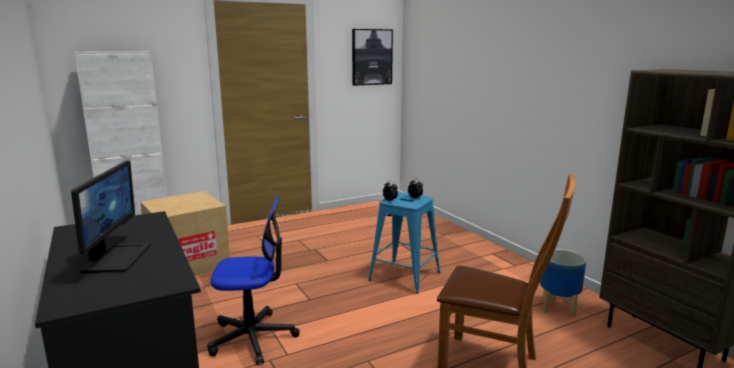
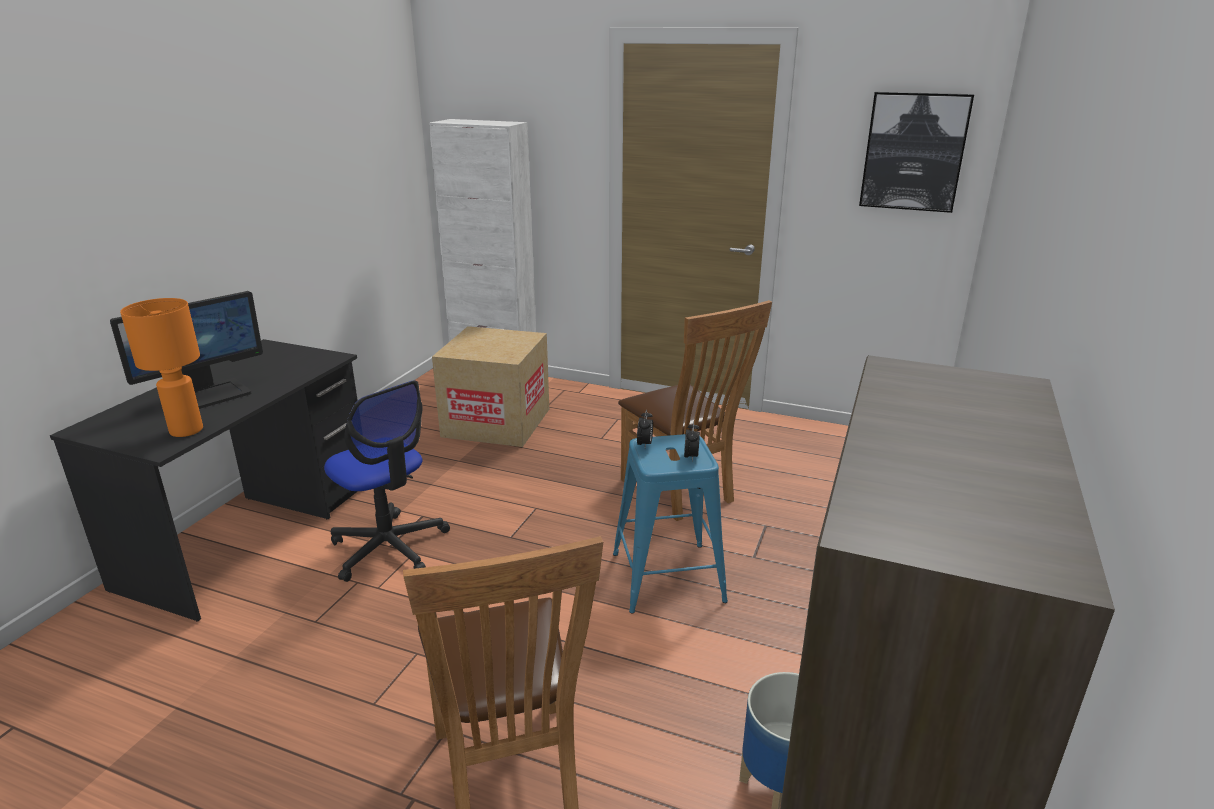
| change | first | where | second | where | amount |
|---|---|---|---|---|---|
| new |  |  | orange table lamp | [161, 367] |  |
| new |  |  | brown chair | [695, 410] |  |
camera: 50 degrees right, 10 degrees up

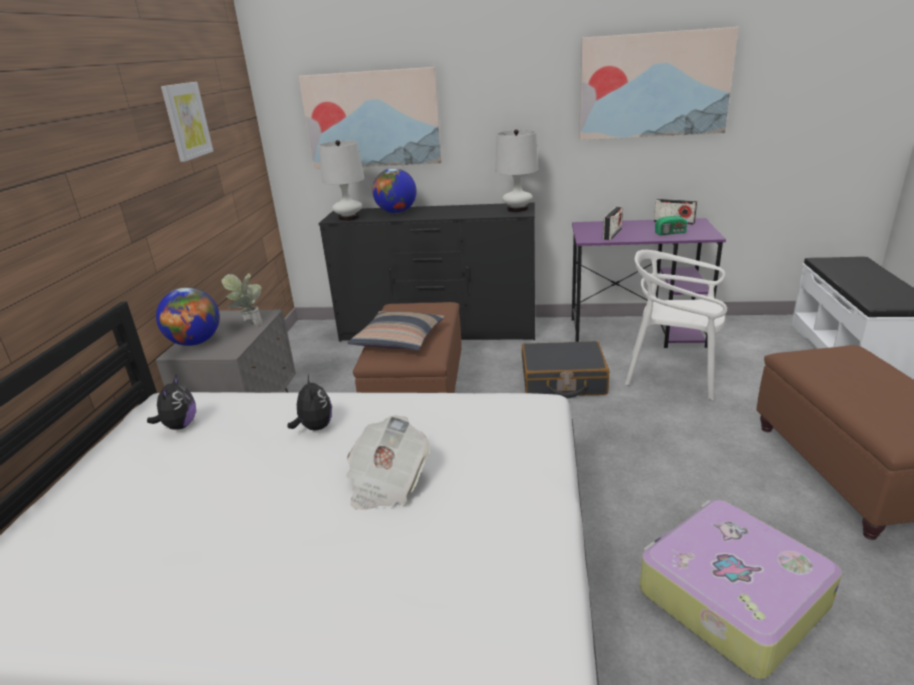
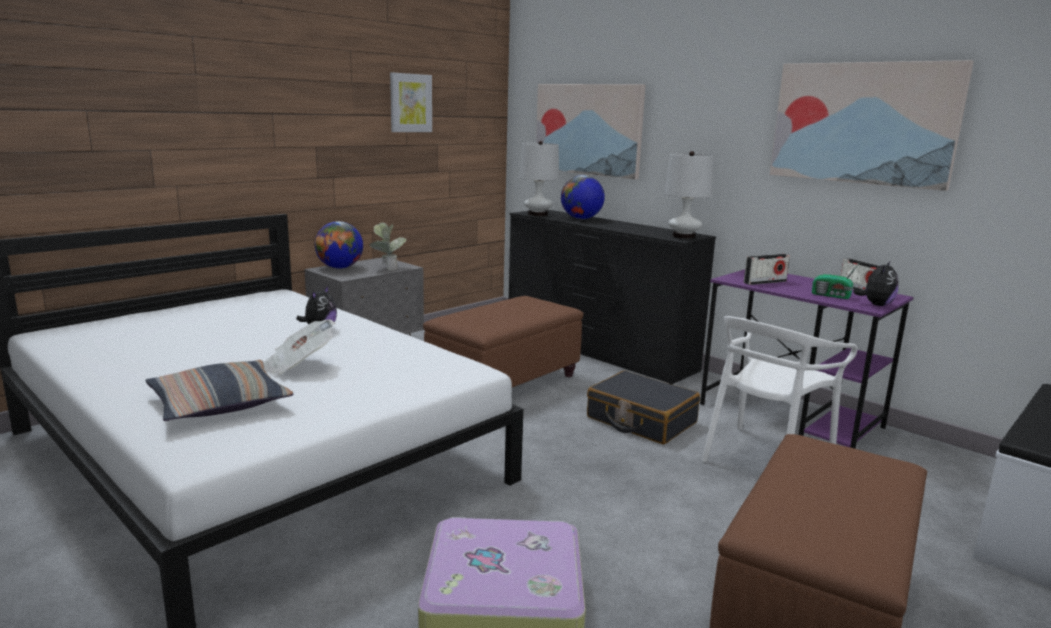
| change | first | where | second | where | amount |
|---|---|---|---|---|---|
| shifted | plush toy | [171, 402] |  | [876, 283] |  |
| shifted | pillow | [396, 331] |  | [219, 390] |  |
| rotated | white chair | [676, 325] |  | [780, 389] | 105 degrees counterclockwise |
camera: 35 degrees right, 10 degrees down

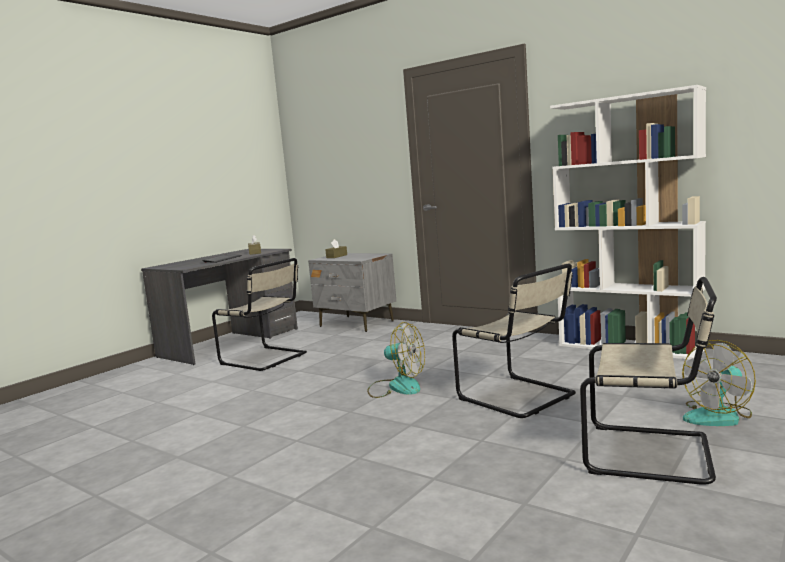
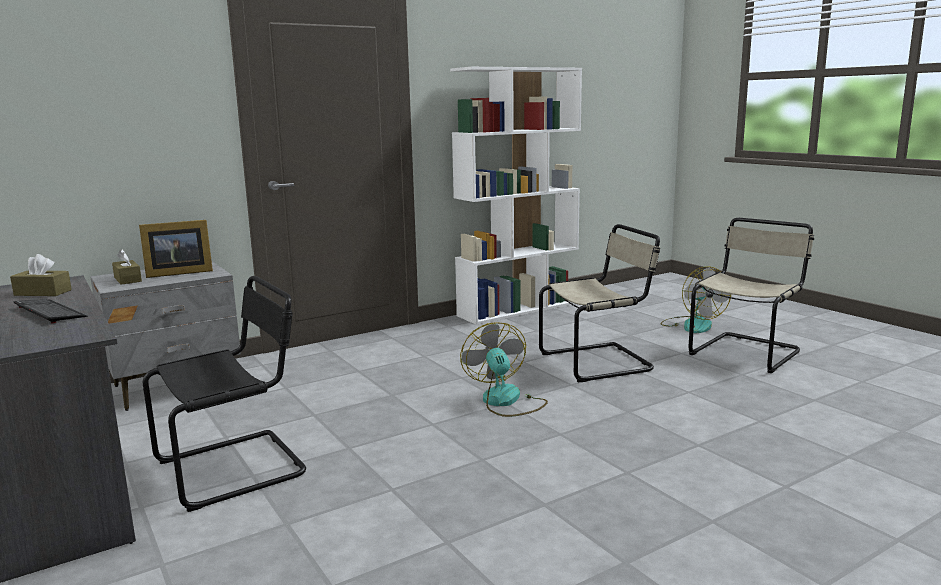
| change | first | where | second | where | amount |
|---|---|---|---|---|---|
| repainted | beige chair | [259, 314] | black chair | [224, 394] |  |
| rotated | fan | [396, 360] |  | [504, 369] | 60 degrees counterclockwise |
| new |  |  | picture frame | [176, 249] |  |
camera: 70 degrees left, 5 degrees up

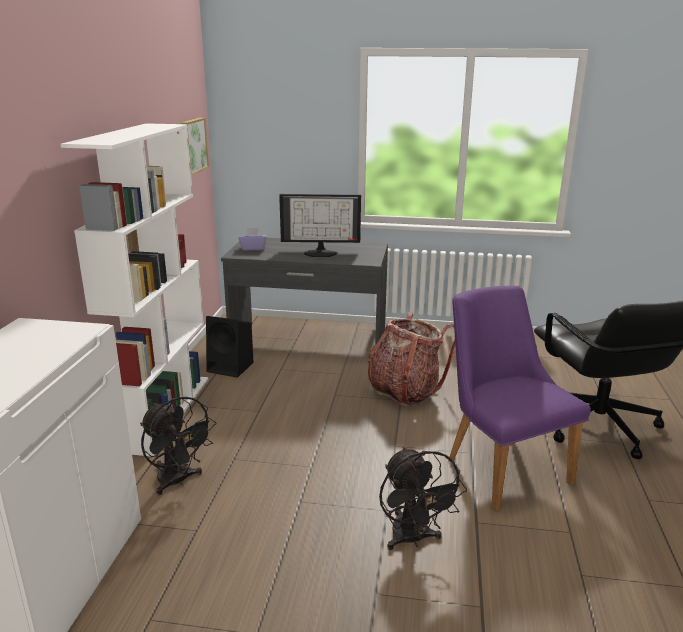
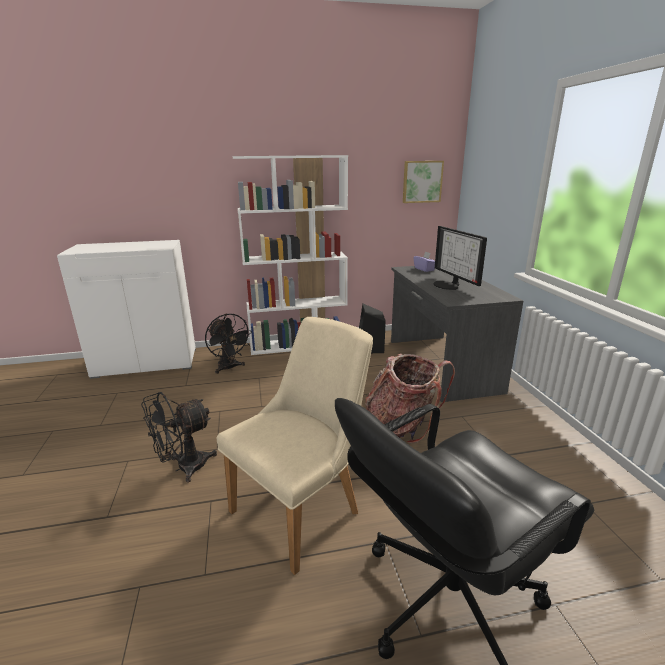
| change | first | where | second | where | amount |
|---|---|---|---|---|---|
| rotated | black fan | [178, 446] |  | [228, 344] | 60 degrees counterclockwise |
| repainted | purple chair | [519, 398] | beige chair | [295, 446] |  |
camera: 70 degrees right, 0 degrees up

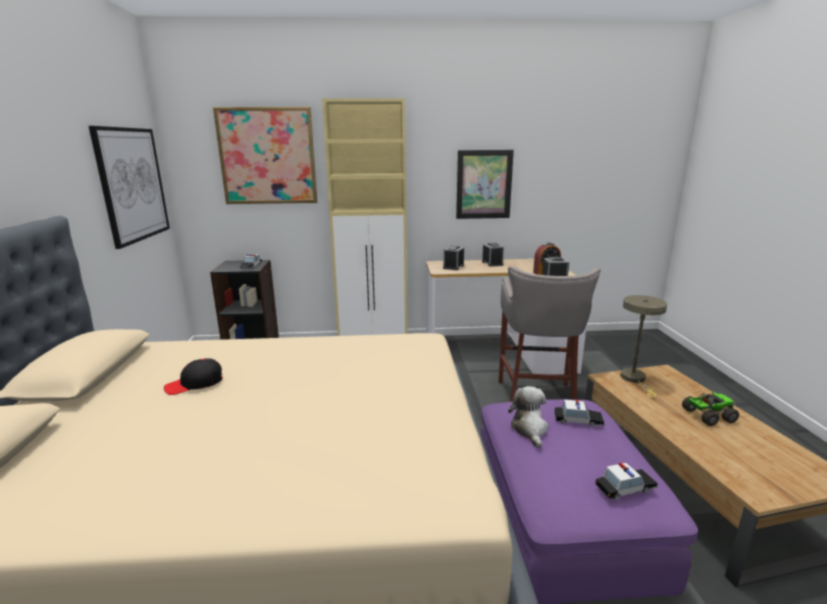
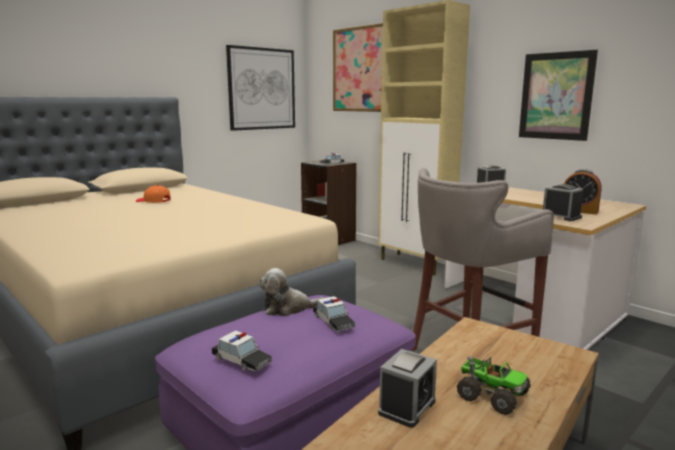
| change | first | where | second | where | amount |
|---|---|---|---|---|---|
| repainted | black cap | [193, 376] | orange cap | [153, 194] |  |
| shifted | alarm clock | [493, 255] |  | [407, 388] |  |
| rotated | plush toy | [528, 417] |  | [291, 292] | 150 degrees counterclockwise |
| gone | beige table lamp | [643, 346] |  |  |  |
camera: 50 degrees right, 5 degrees down

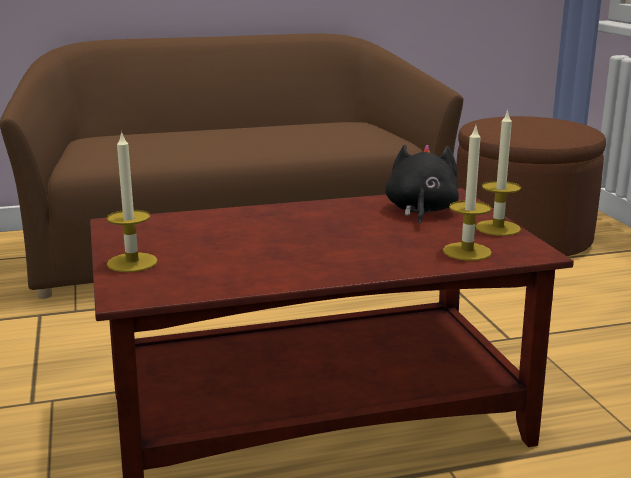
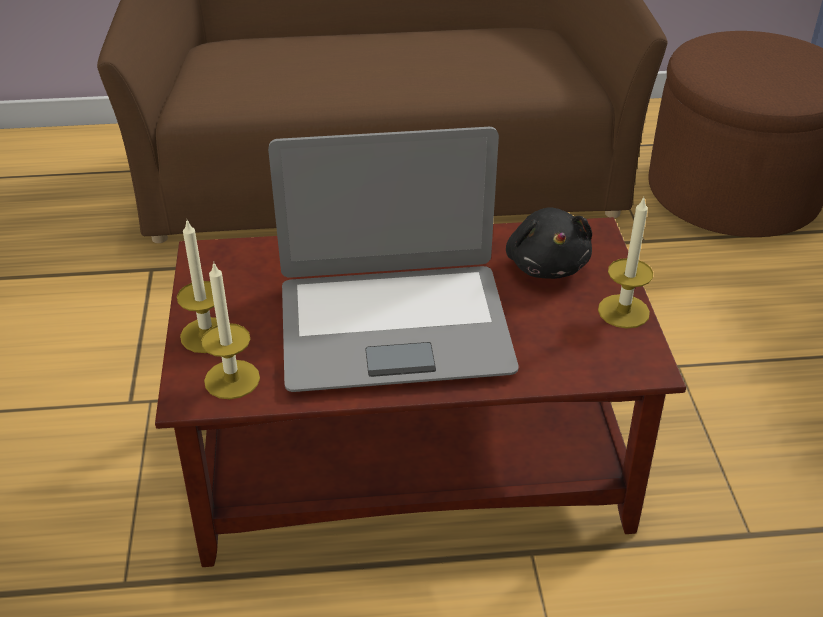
| change | first | where | second | where | amount |
|---|---|---|---|---|---|
| rotated | black plush toy | [422, 184] |  | [549, 243] | 150 degrees clockwise |
| shifted | candle | [467, 193] |  | [230, 330] |  |
| new |  |  | laptop | [393, 259] |  |
camera: 10 degrees right, 20 degrees up

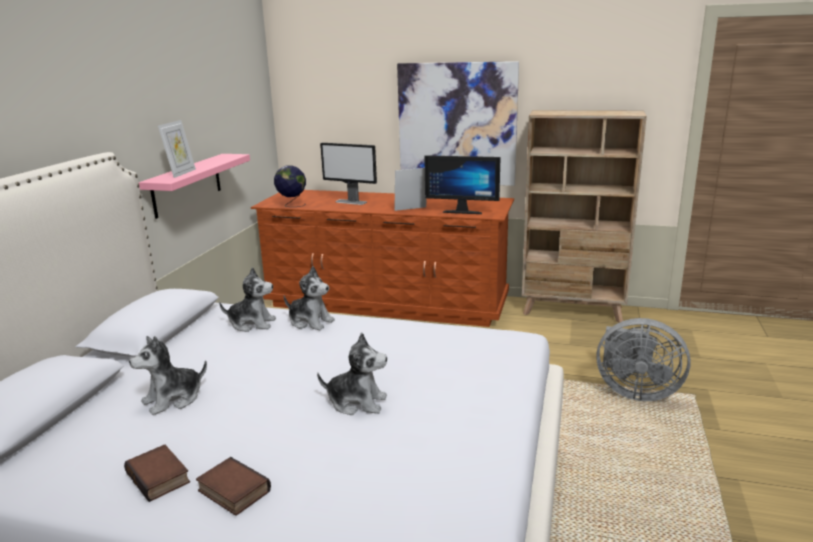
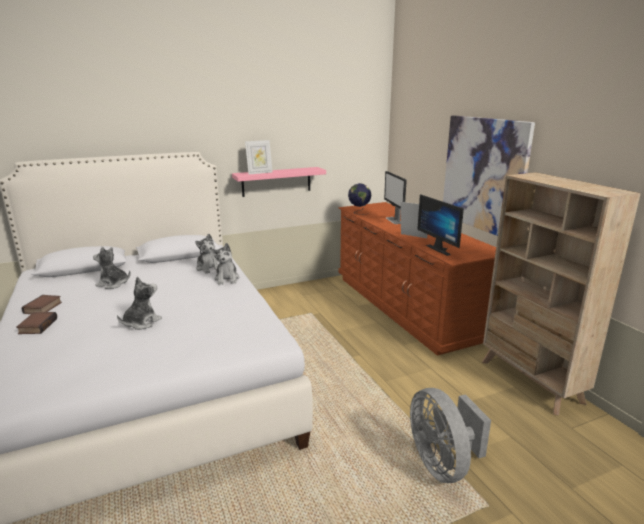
| change | first | where | second | where | amount |
|---|---|---|---|---|---|
| rotated | plush toy | [352, 374] |  | [139, 303] | 120 degrees counterclockwise |
camera: 50 degrees right, 0 degrees up

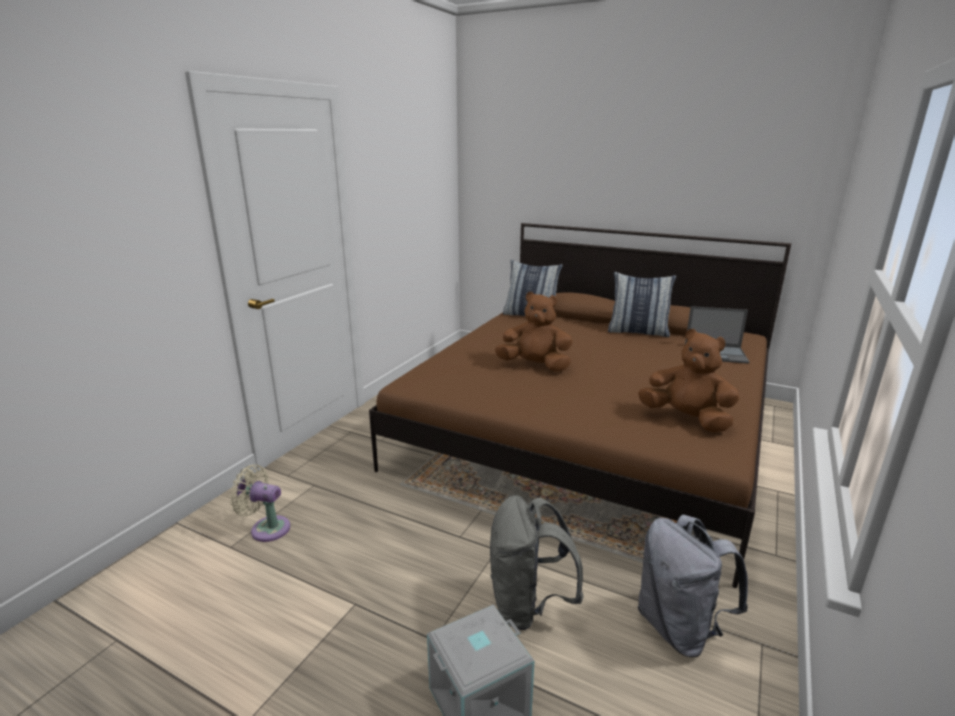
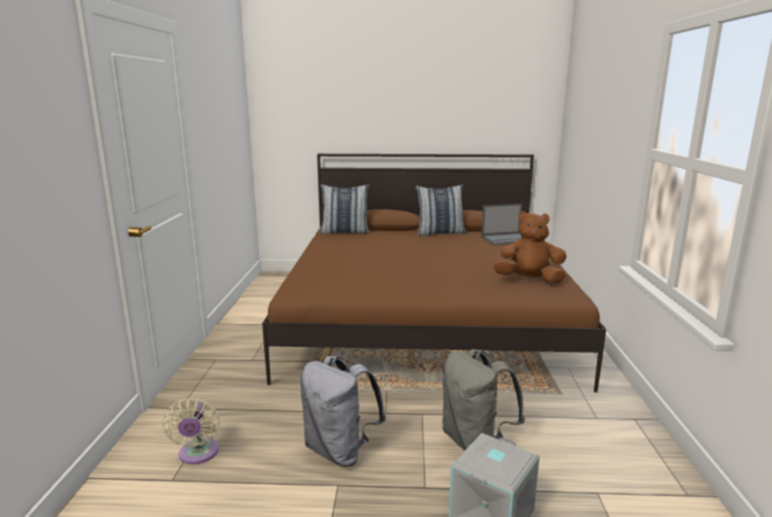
| change | first | where | second | where | amount |
|---|---|---|---|---|---|
| rotated | beige fan | [260, 503] |  | [191, 431] | 90 degrees counterclockwise |
| gone | brown plush toy | [534, 332] |  |  |  |
| shifted | grey backpack | [693, 585] |  | [343, 411] |  |
camera: 25 degrees left, 5 degrees down

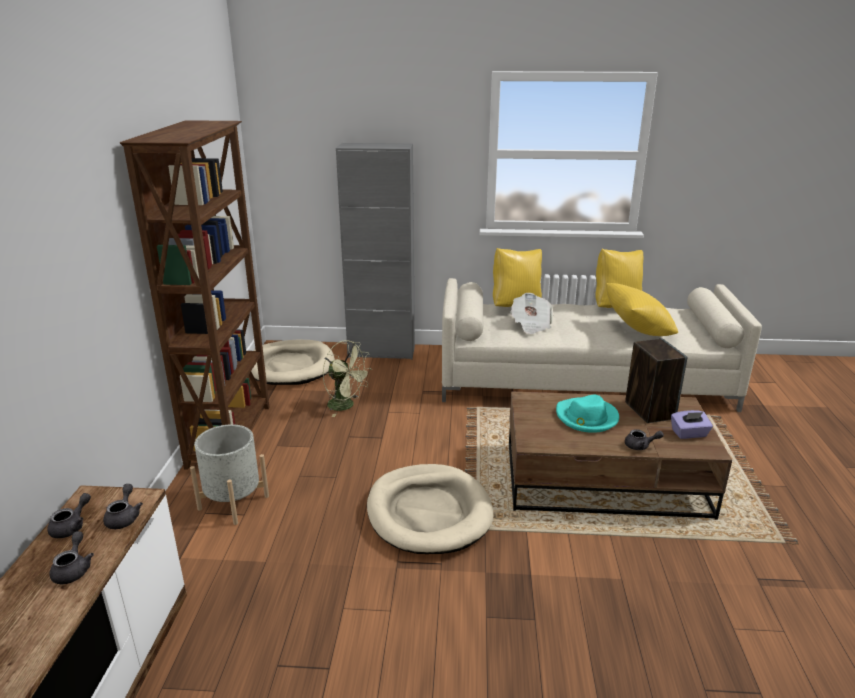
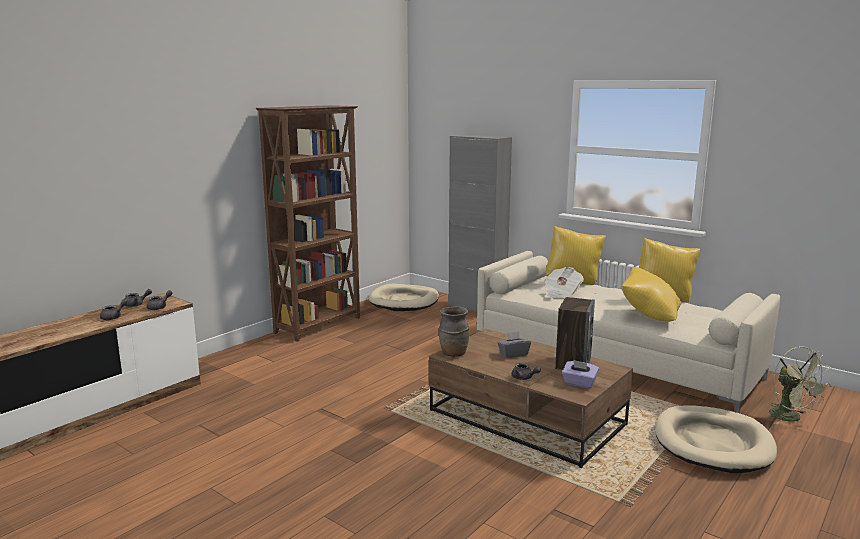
| change | first | where | second | where | amount |
|---|---|---|---|---|---|
| gone | grey planter | [229, 474] |  |  |  |
| shifted | green fan | [347, 378] |  | [800, 385] |  |
| shifted | beige dog bed | [430, 509] |  | [716, 439] |  |
| swapped | turquoise hat | [587, 414] | grey tissue box | [514, 344] |  |
| new |  |  | brown vase | [454, 331] |  |
camera: 35 degrees right, 10 degrees down

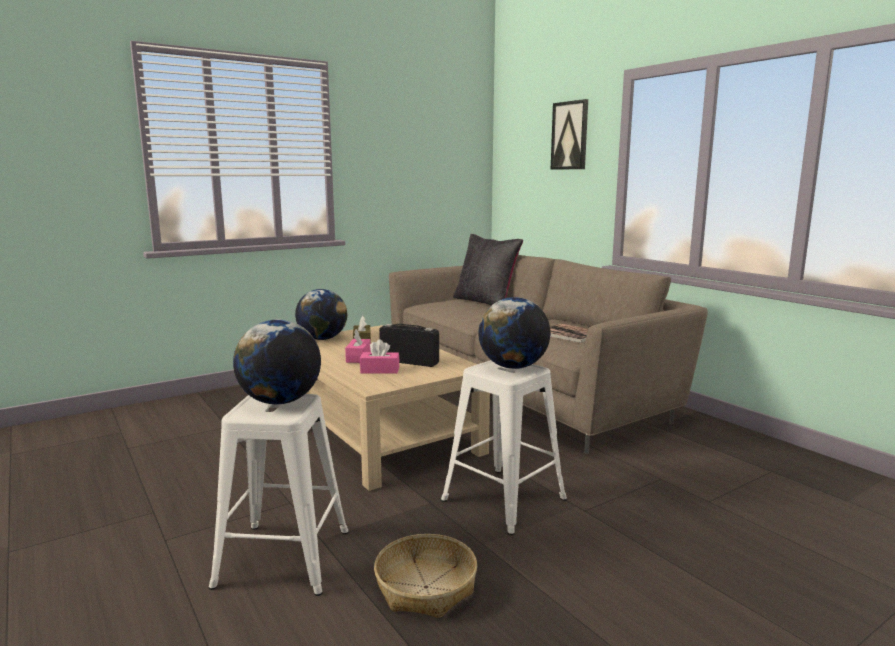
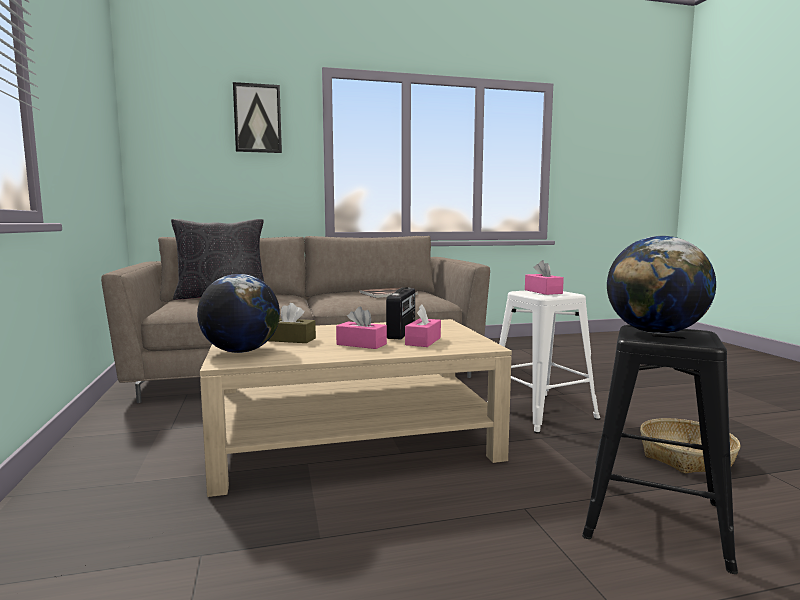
| change | first | where | second | where | amount |
|---|---|---|---|---|---|
| repainted | white stool | [279, 495] | black stool | [660, 449] |  |
| rotated | radio | [409, 345] |  | [400, 313] | 150 degrees clockwise |
| swapped | globe | [514, 333] | pink tissue box | [544, 277] |  |
camera: 70 degrees left, 5 degrees down

